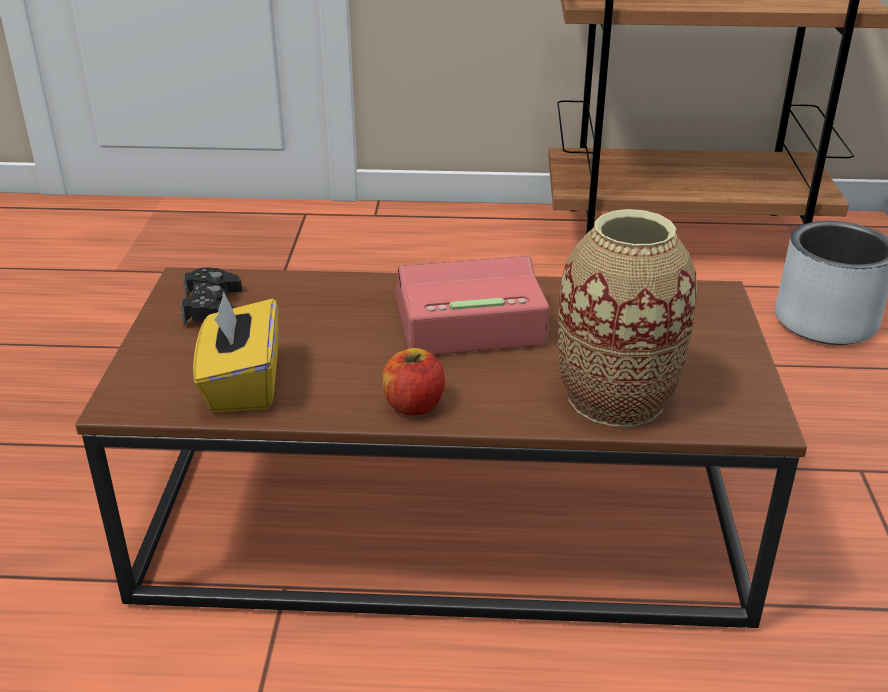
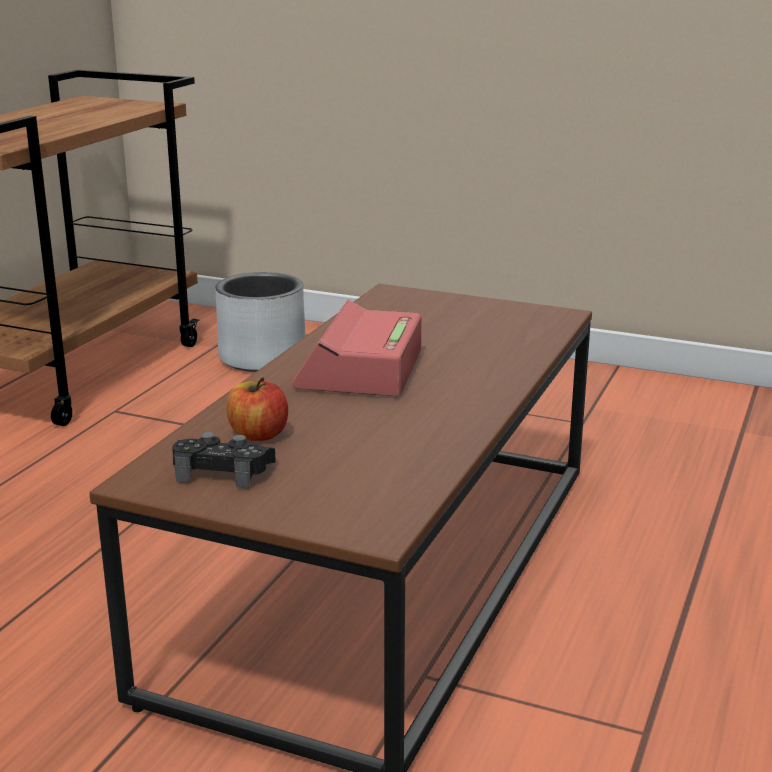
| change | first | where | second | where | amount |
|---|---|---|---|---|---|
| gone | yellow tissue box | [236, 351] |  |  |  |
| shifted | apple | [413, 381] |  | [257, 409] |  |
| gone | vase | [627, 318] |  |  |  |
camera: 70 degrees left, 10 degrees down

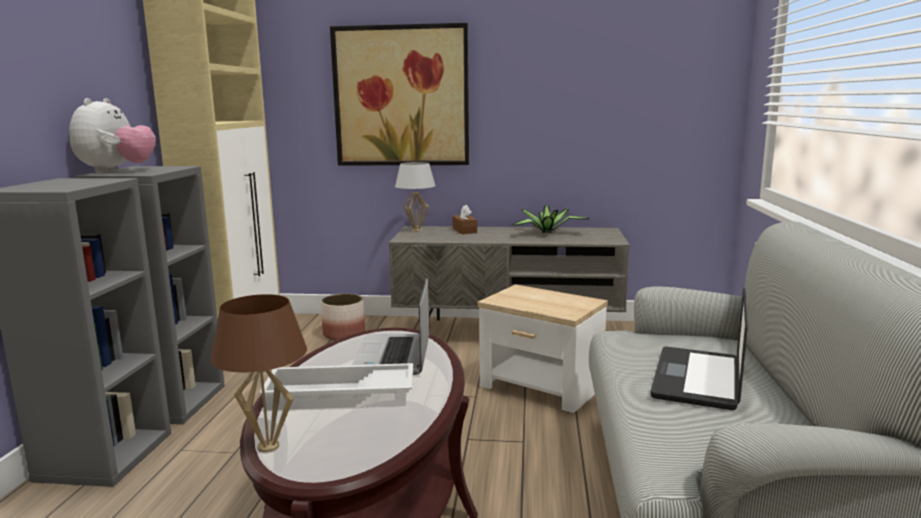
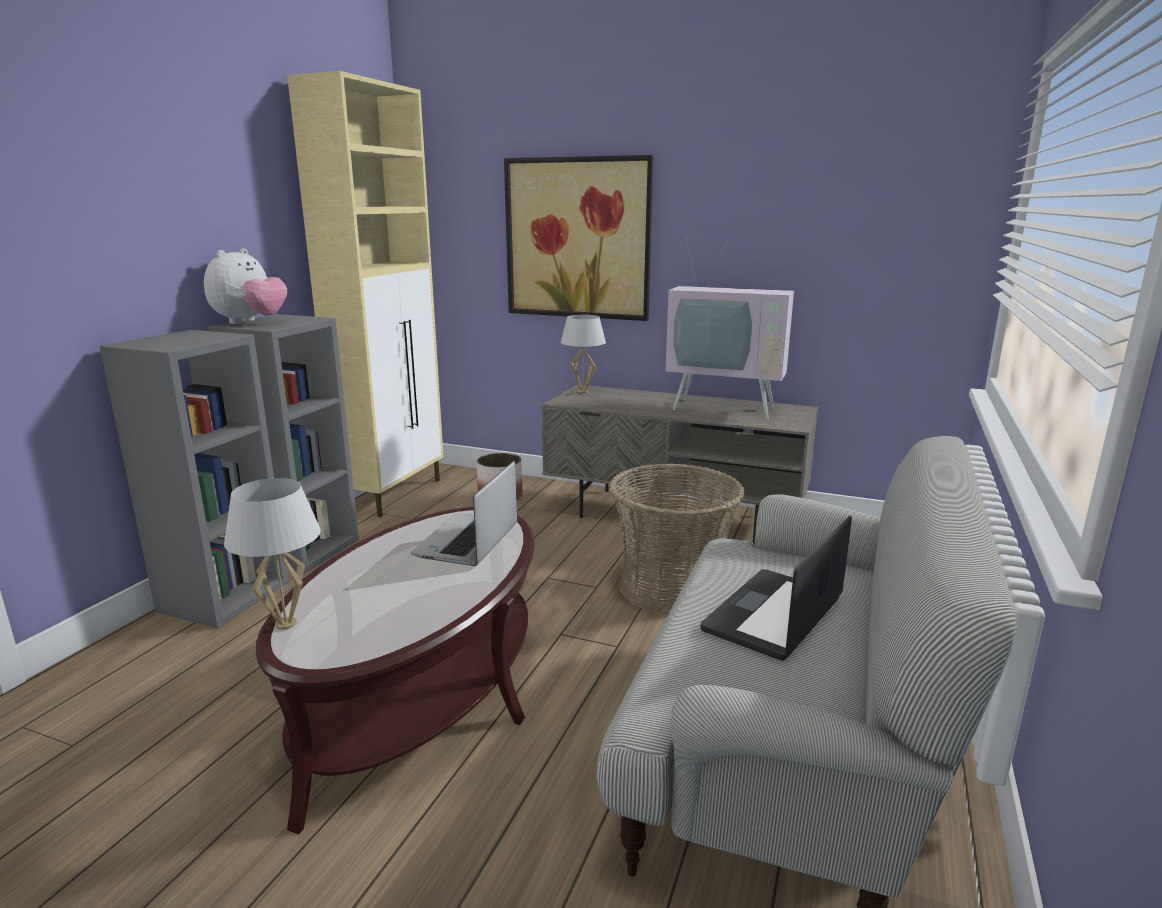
| change | first | where | second | where | amount |
|---|---|---|---|---|---|
| repainted | brown table lamp | [258, 373] | white table lamp | [272, 554] |  |
| gone | white tray | [336, 386] |  |  |  |
| gone | brown tissue box | [465, 219] |  |  |  |
| swapped | side table | [543, 348] | basket | [677, 539] |  |
| swapped | potted plant | [550, 219] | television | [729, 329] |  |
camera: 15 degrees right, 5 degrees up

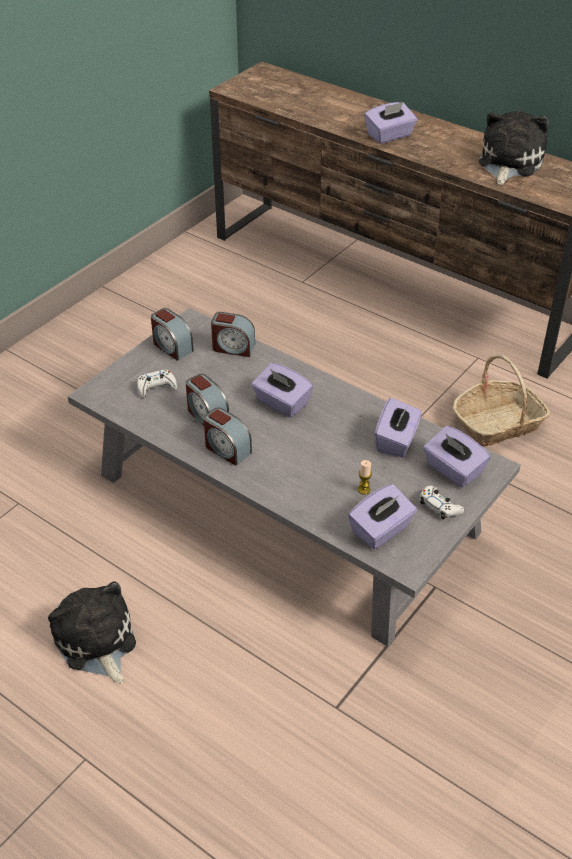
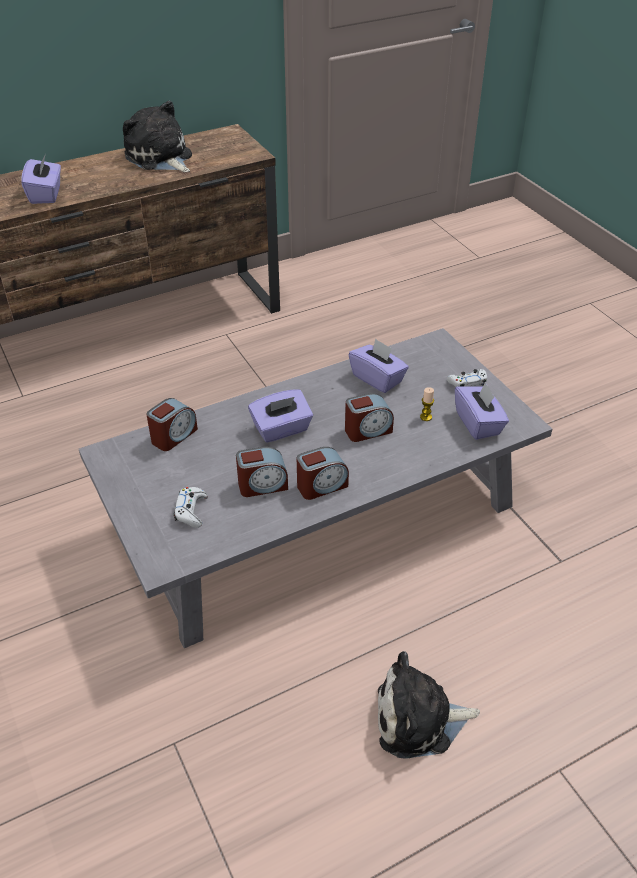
| change | first | where | second | where | amount |
|---|---|---|---|---|---|
| shifted | alarm clock | [172, 334] |  | [369, 417] |  |
| gone | purple tissue box | [457, 456] |  |  |  |
| gone | basket | [501, 401] |  |  |  |
camera: 65 degrees left, 0 degrees up

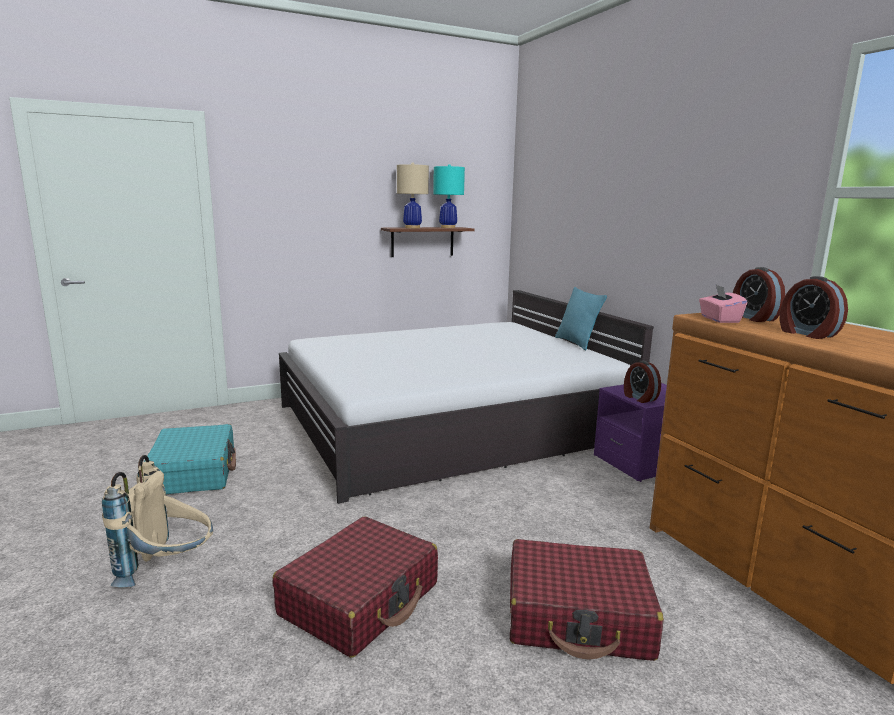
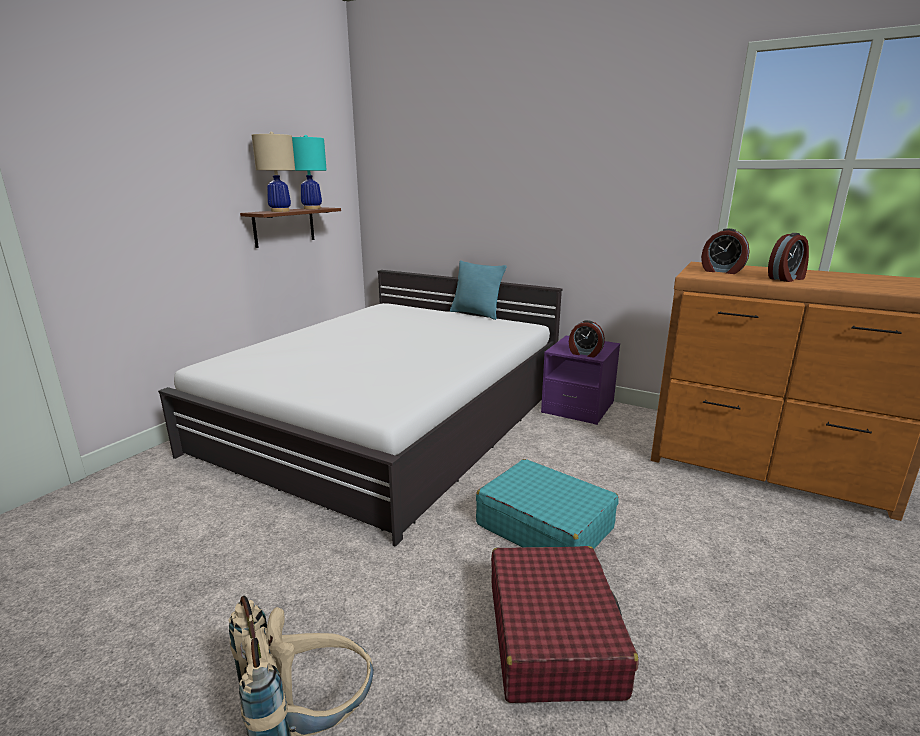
| change | first | where | second | where | amount |
|---|---|---|---|---|---|
| shifted | turquoise suitcase | [190, 459] |  | [547, 504] |  |
| gone | red suitcase | [587, 600] |  |  |  |
| gone | pink tissue box | [723, 304] |  |  |  |
| rotated | alarm clock | [814, 307] |  | [788, 257] | 60 degrees counterclockwise |
camera: 35 degrees left, 5 degrees up

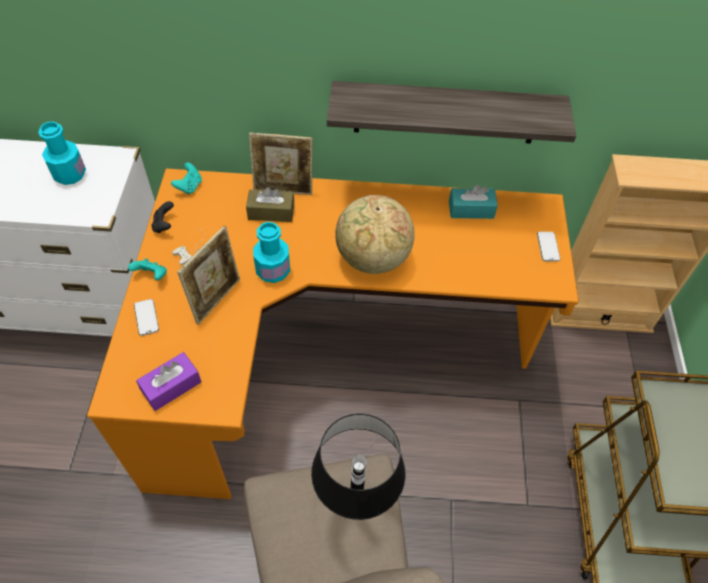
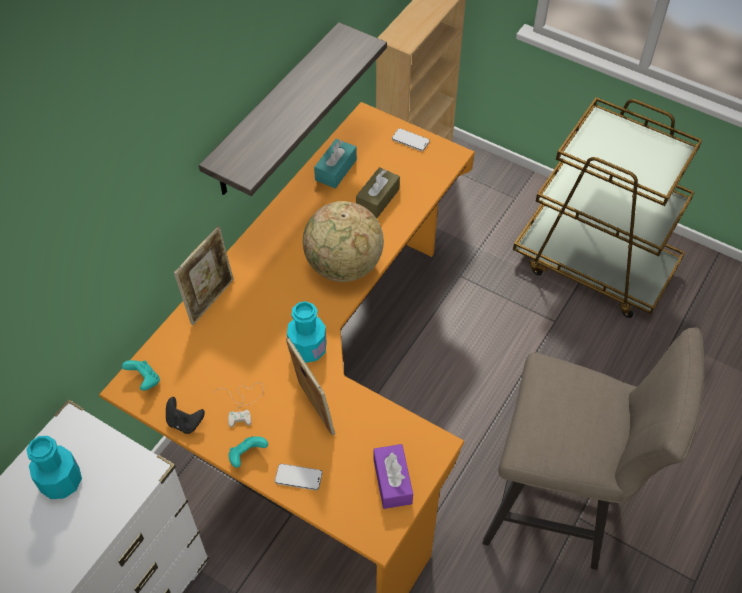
| change | first | where | second | where | amount |
|---|---|---|---|---|---|
| shifted | brown tissue box | [270, 204] |  | [378, 192] |  |
| gone | black table lamp | [358, 467] |  |  |  |
camera: 60 degrees left, 0 degrees up

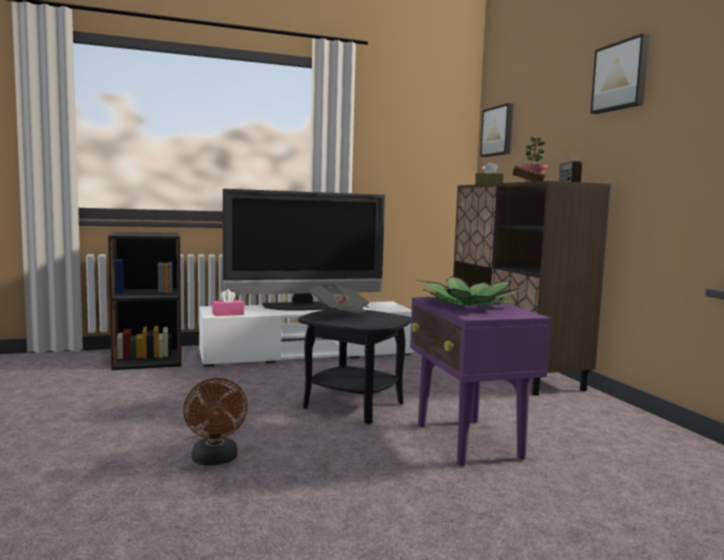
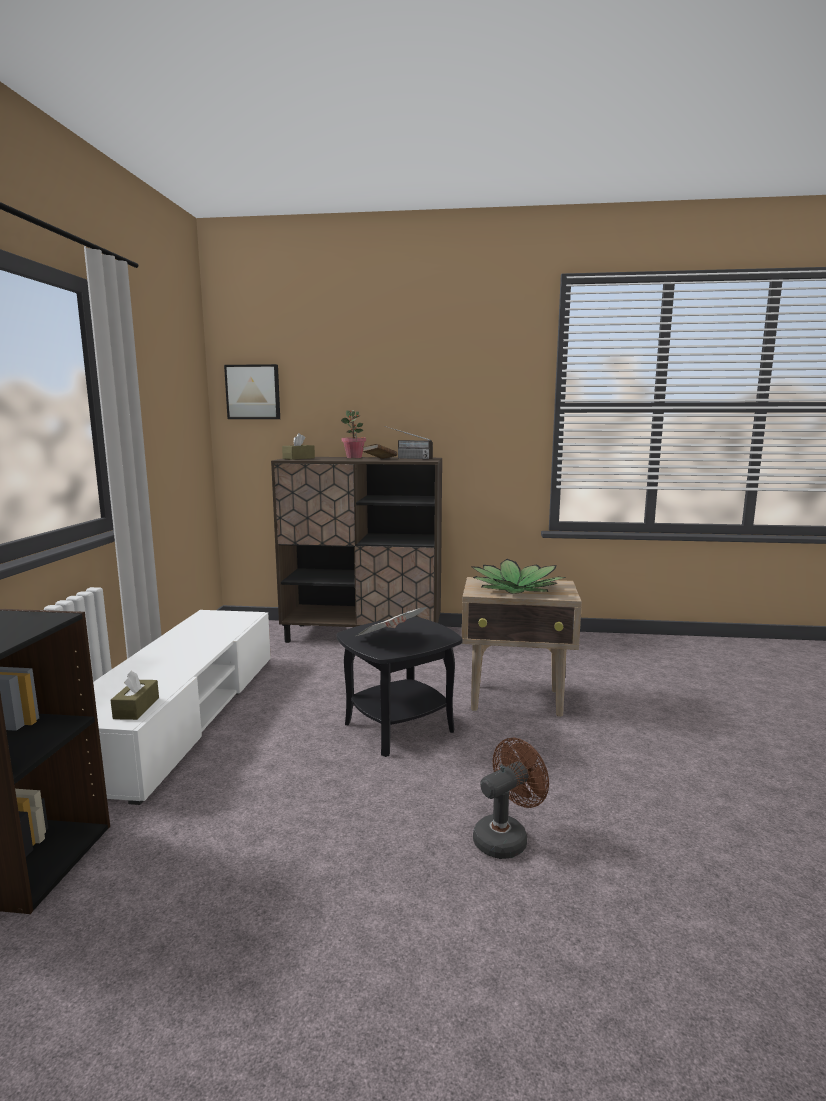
| change | first | where | second | where | amount |
|---|---|---|---|---|---|
| rotated | brown fan | [215, 421] |  | [511, 798] | 45 degrees counterclockwise |
| repainted | pink tissue box | [228, 302] | brown tissue box | [135, 695] |  |
| gone | television | [304, 250] |  |  |  |
| repainted | purple side table | [480, 381] | beige side table | [522, 647] |  |
| gone | picture | [620, 73] |  |  |  |
camera: 65 degrees left, 5 degrees up

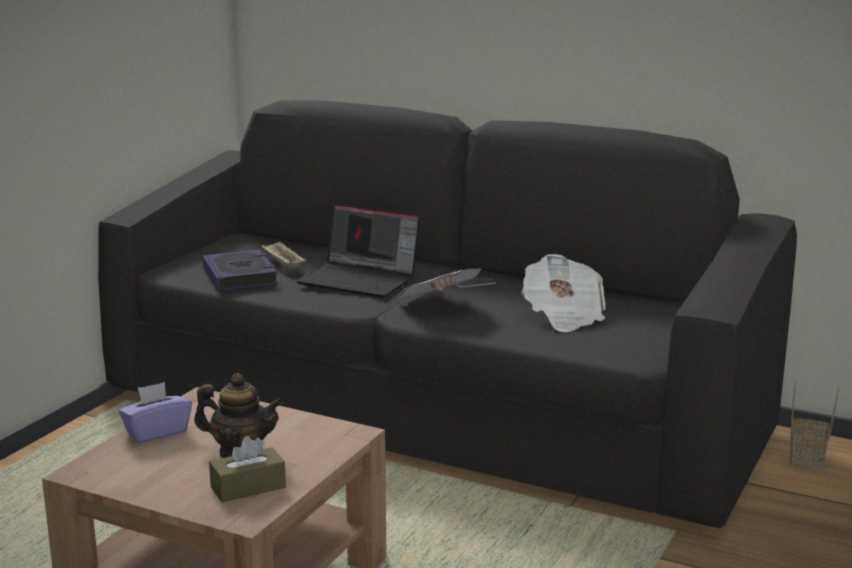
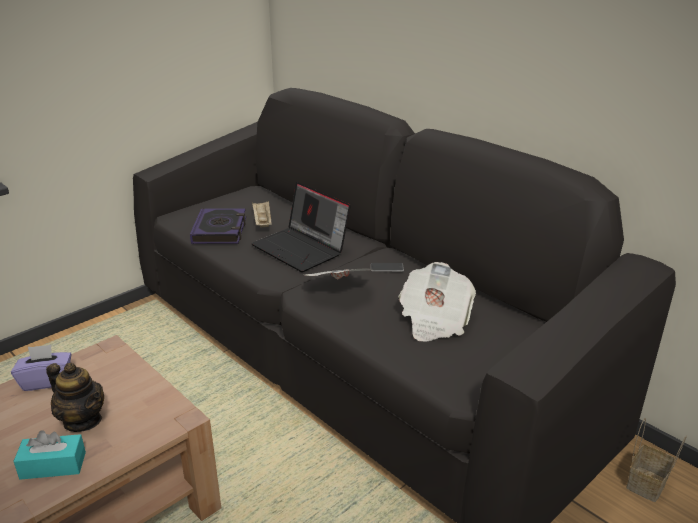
| change | first | where | second | where | amount |
|---|---|---|---|---|---|
| repainted | brown tissue box | [247, 469] | turquoise tissue box | [49, 455] |  |
camera: 20 degrees right, 10 degrees up

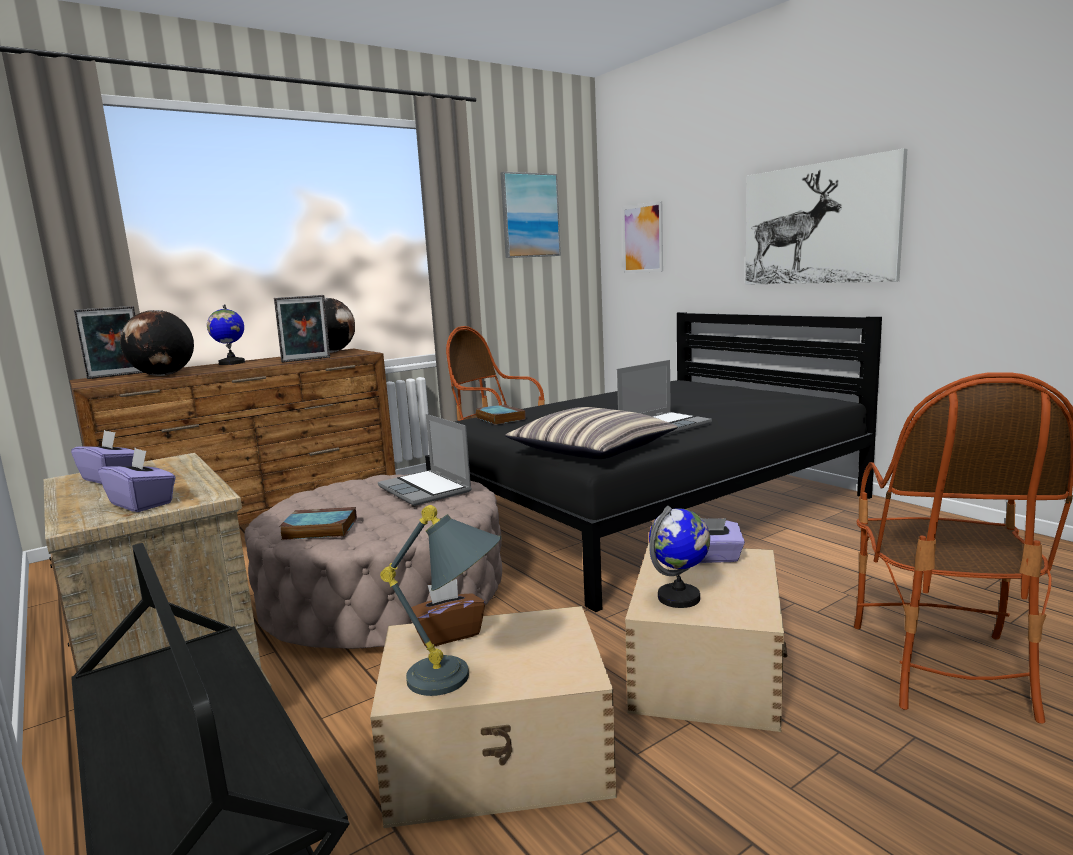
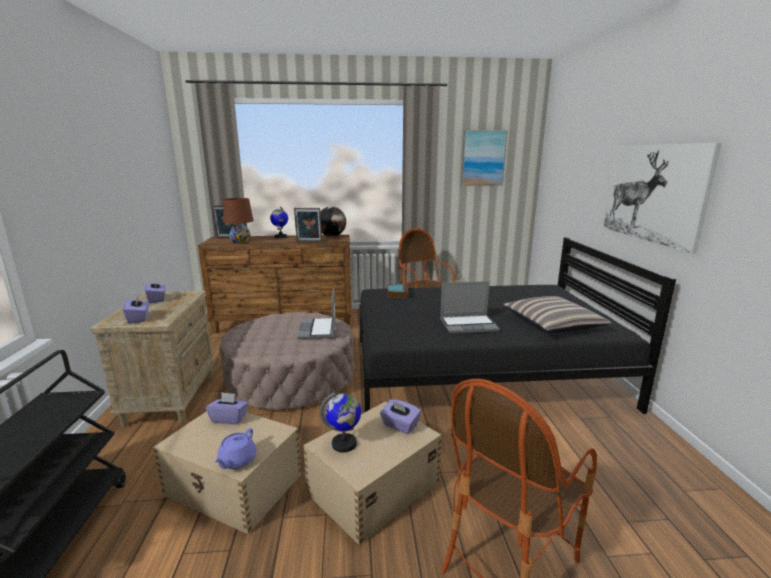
| change | first | where | second | where | amount |
|---|---|---|---|---|---|
| swapped | globe | [157, 343] | brown table lamp | [238, 220] |  |
| gone | book | [318, 523] |  |  |  |
| gone | grey table lamp | [440, 600] |  |  |  |
| repainted | brown tissue box | [448, 613] | purple tissue box | [227, 408] |  |
| shifted | pillow | [591, 433] |  | [557, 314] |  |
| gone | picture | [642, 237] |  |  |  |
| new |  |  | purple teapot | [235, 448] |  |
camera: 30 degrees right, 5 degrees up

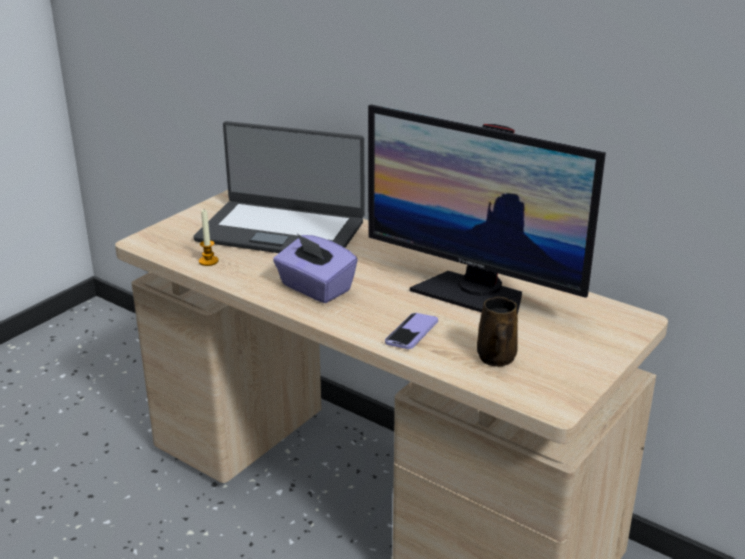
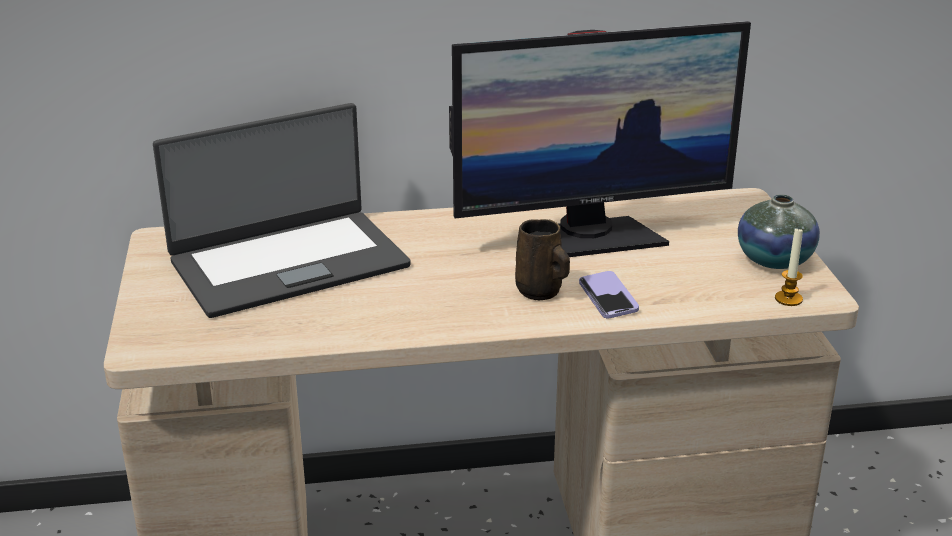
| change | first | where | second | where | amount |
|---|---|---|---|---|---|
| shifted | candle | [208, 238] |  | [789, 267] |  |
| gone | purple tissue box | [315, 268] |  |  |  |
| shifted | brown mug | [497, 331] |  | [542, 259] |  |
| new |  |  | vase | [779, 231] |  |
camera: 45 degrees left, 0 degrees up

